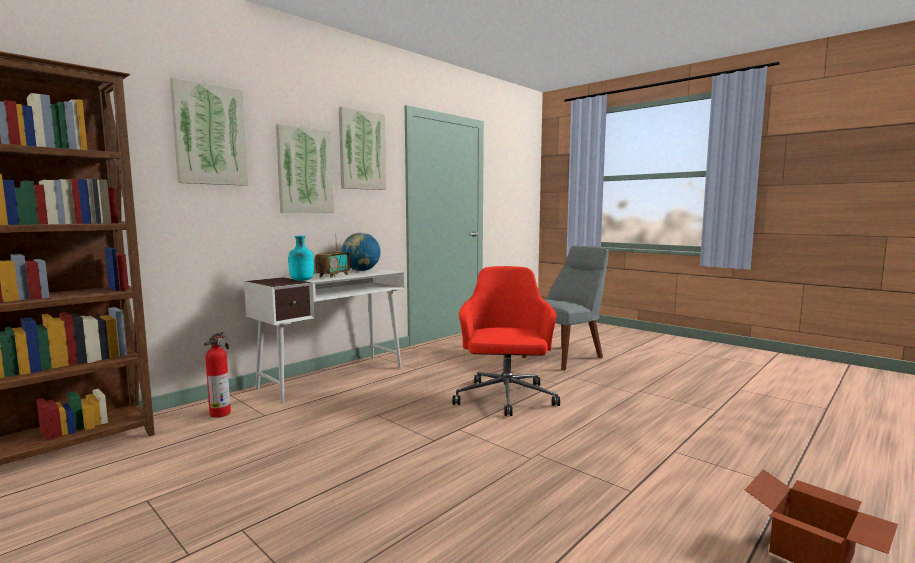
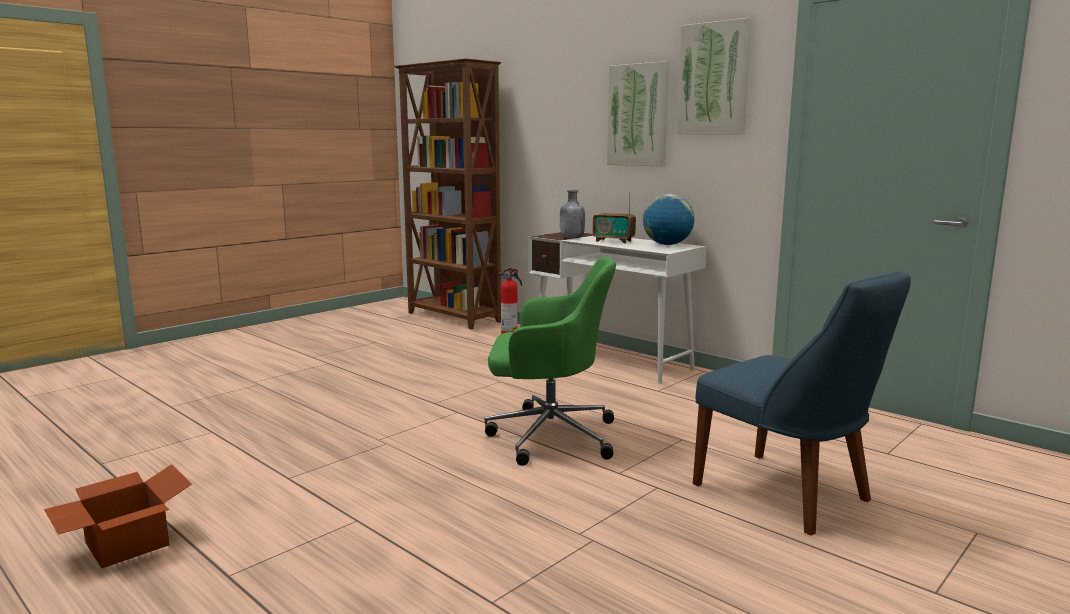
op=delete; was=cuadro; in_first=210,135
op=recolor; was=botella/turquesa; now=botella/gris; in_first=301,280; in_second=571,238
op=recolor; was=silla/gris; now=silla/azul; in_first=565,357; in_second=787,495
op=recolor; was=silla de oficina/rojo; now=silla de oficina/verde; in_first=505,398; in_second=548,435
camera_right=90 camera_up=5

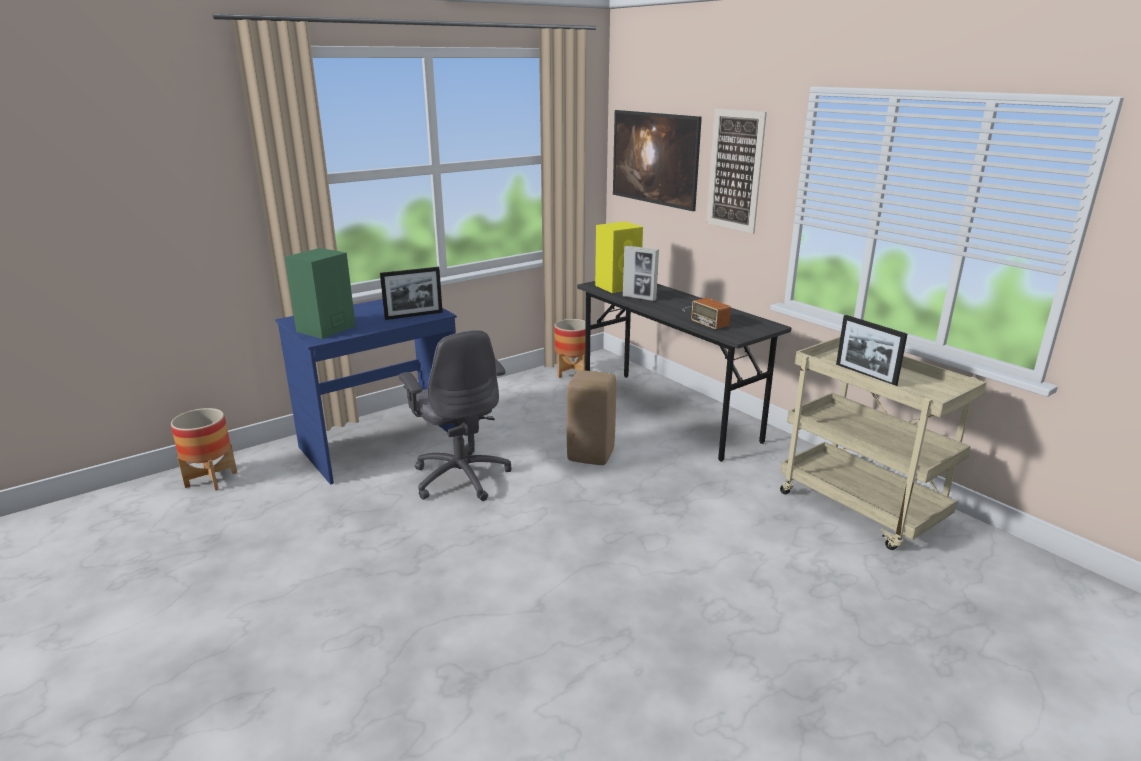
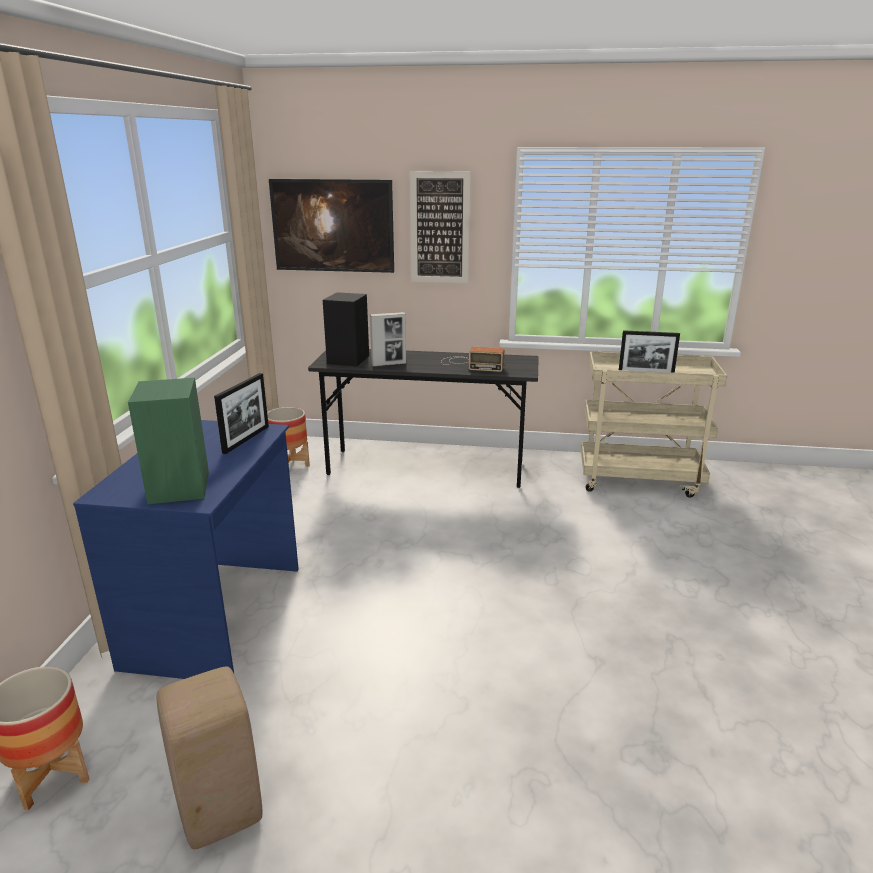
op=recolor; was=altavoz/amarillo; now=altavoz/negro; in_first=618,286; in_second=348,359
op=delete; was=silla de oficina/gris; in_first=461,477
op=move; was=taburete/beis; in_first=590,456; in_second=219,813
camera_right=-45 camera_up=0

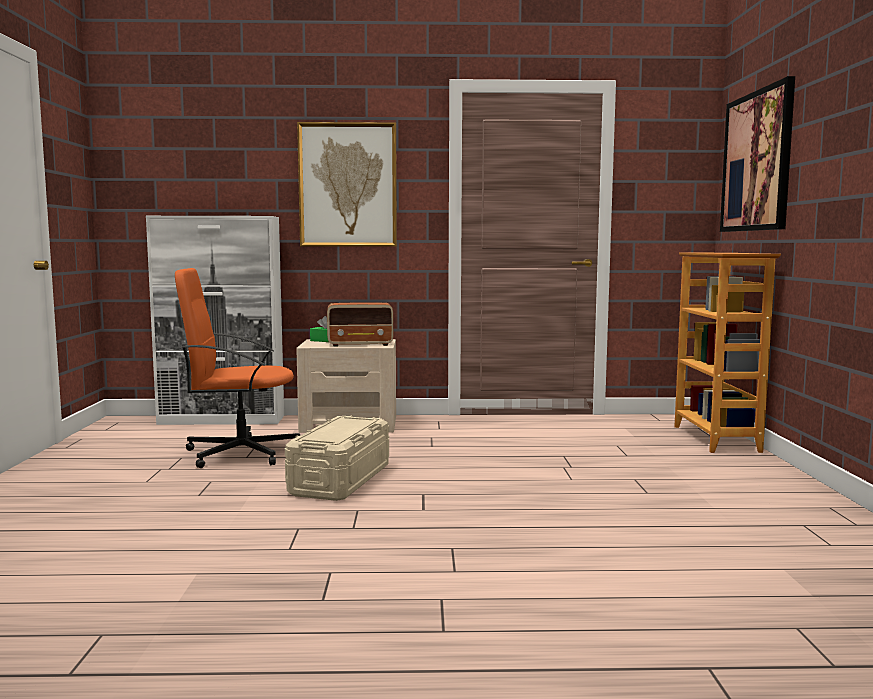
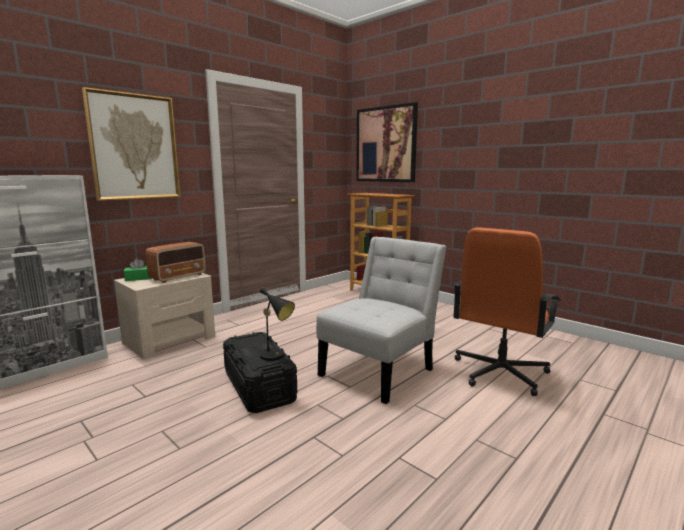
op=move; was=silla de oficina/naranja; in_first=239,453; in_second=499,373
op=recolor; was=caja de almacenaje/beis; now=caja de almacenaje/negro; in_first=341,480; in_second=259,386
op=insert; now=silla/blanco; in_second=380,370
op=insert; now=lámpara de mesa/negro; in_second=275,356
camera_right=-45 camera_up=5

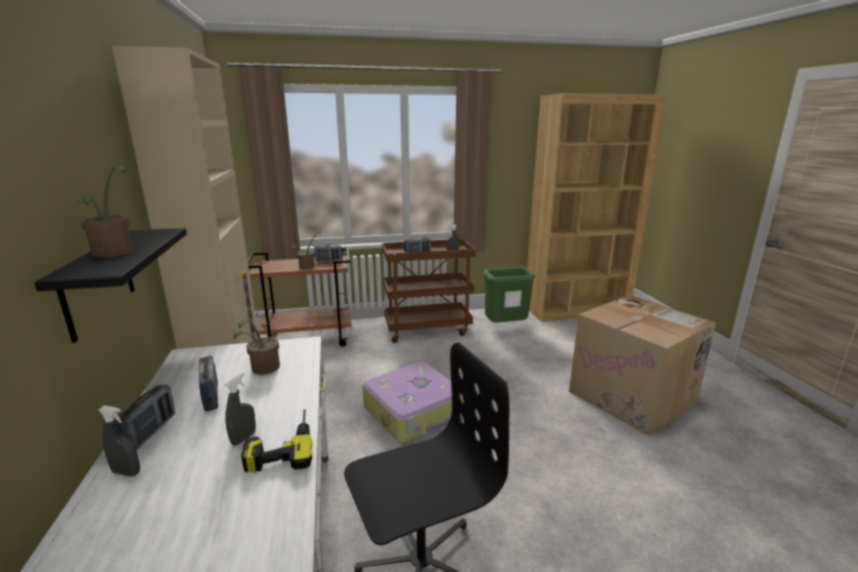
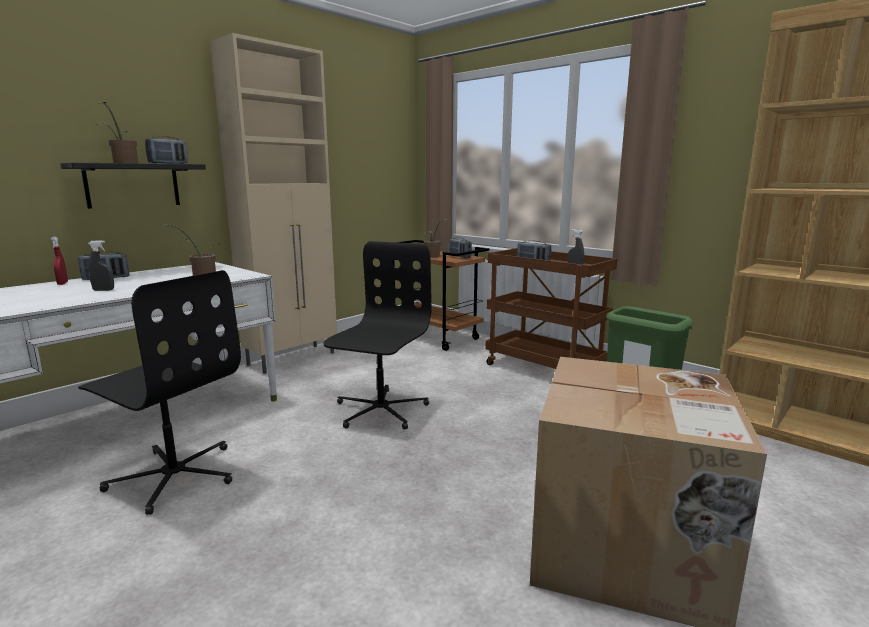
op=move; was=radio; in_first=211,396; in_second=168,163
op=replace; was=maleta; now=silla de oficina/negro; in_first=414,412; in_second=380,410
op=recolor; was=pulverizador/gris; now=pulverizador/rojo; in_first=126,472; in_second=62,283
op=delete; was=taladro; in_first=281,445
camera_right=55 camera_up=-5

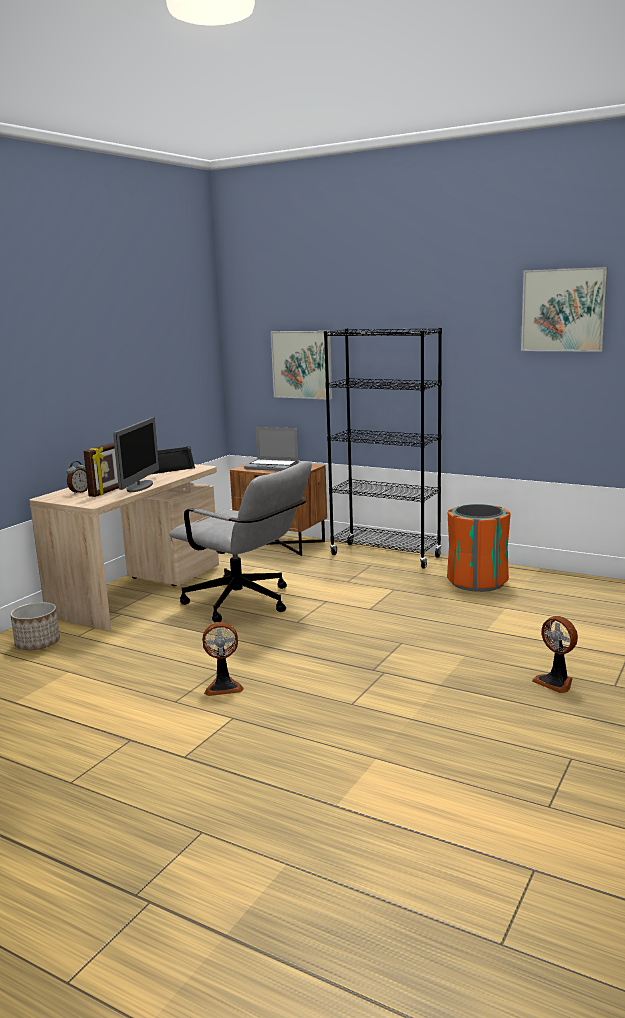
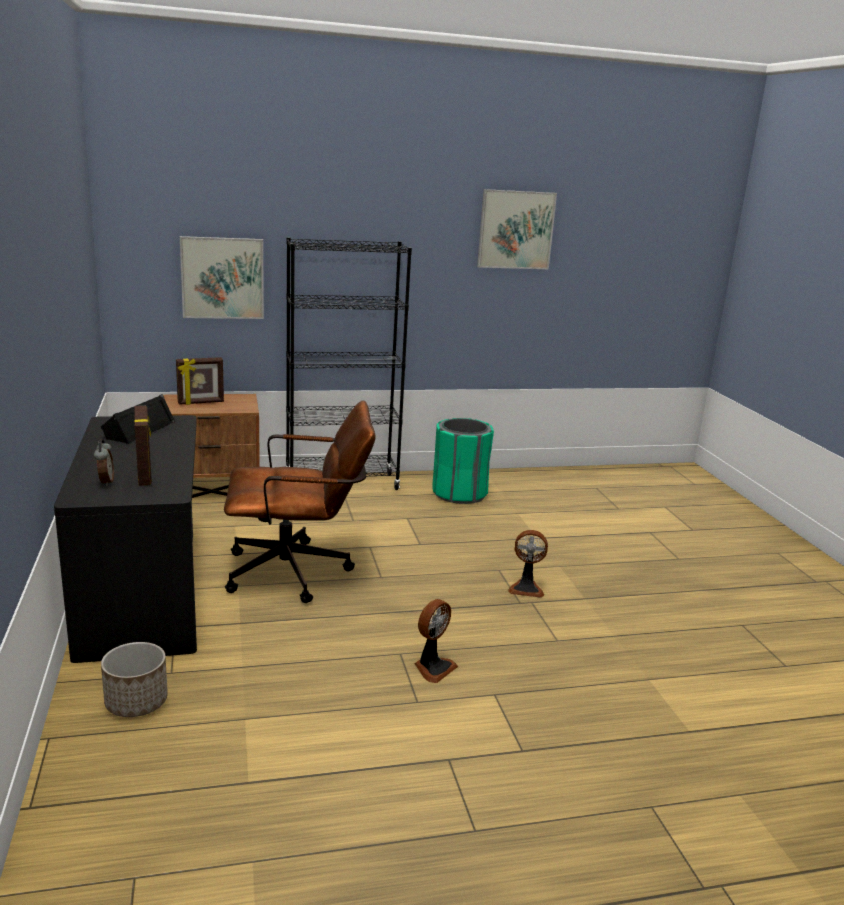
op=delete; was=monitor; in_first=140,486
op=replace; was=portátil; now=portarretratos; in_first=272,466; in_second=201,403
op=recolor; was=silla de oficina/gris; now=silla de oficina/marrón; in_first=246,604; in_second=299,572
op=recolor; was=escritorio/beis; now=escritorio/negro; in_first=139,590; in_second=143,591
op=recolor; was=papelera/naranja; now=papelera/verde; in_first=477,581; in_second=459,493
op=move; was=ventilador; in_first=556,682; in_second=526,588
camera_right=-45 camera_up=5

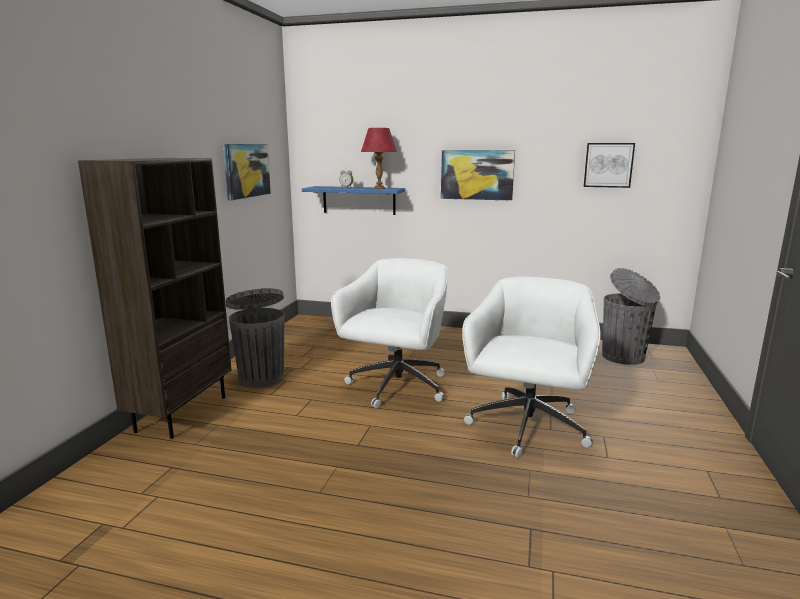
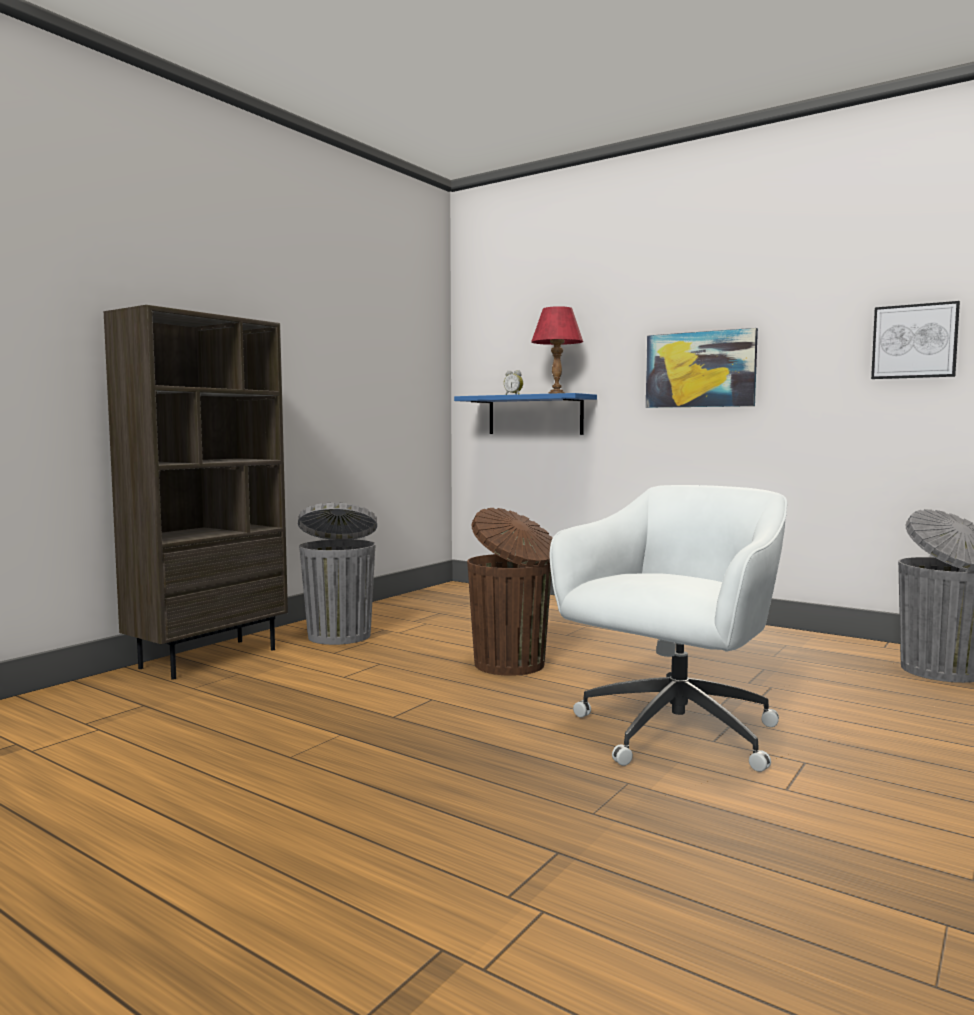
op=delete; was=cuadro; in_first=246,170
op=replace; was=silla de oficina/blanco; now=papelera/marrón; in_first=396,387; in_second=511,665
camera_right=20 camera_up=-10

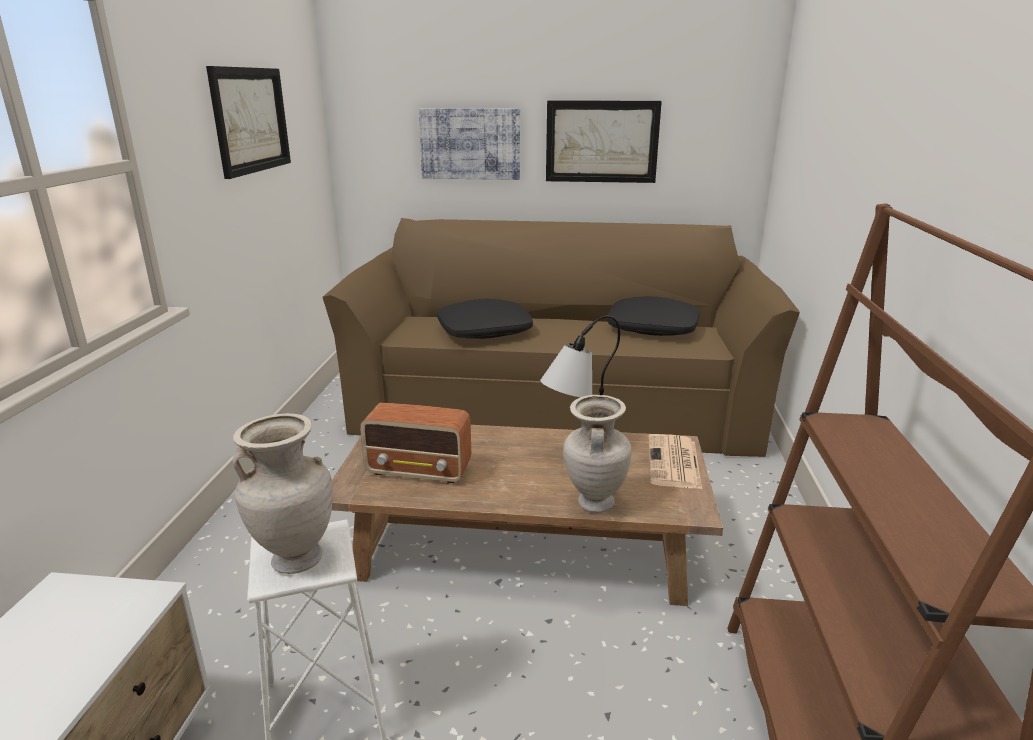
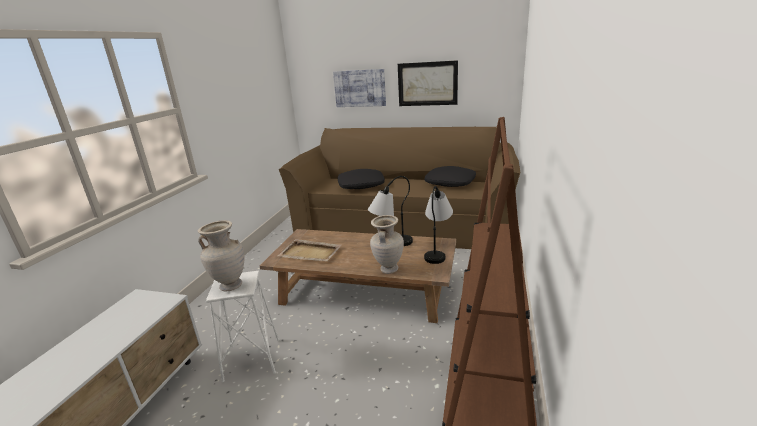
op=delete; was=cuadro; in_first=250,120
op=replace; was=radio; now=bandeja/beis; in_first=420,470; in_second=310,252
op=replace; was=periódico; now=lámpara de mesa; in_first=674,463; in_second=437,251
camera_right=10 camera_up=0

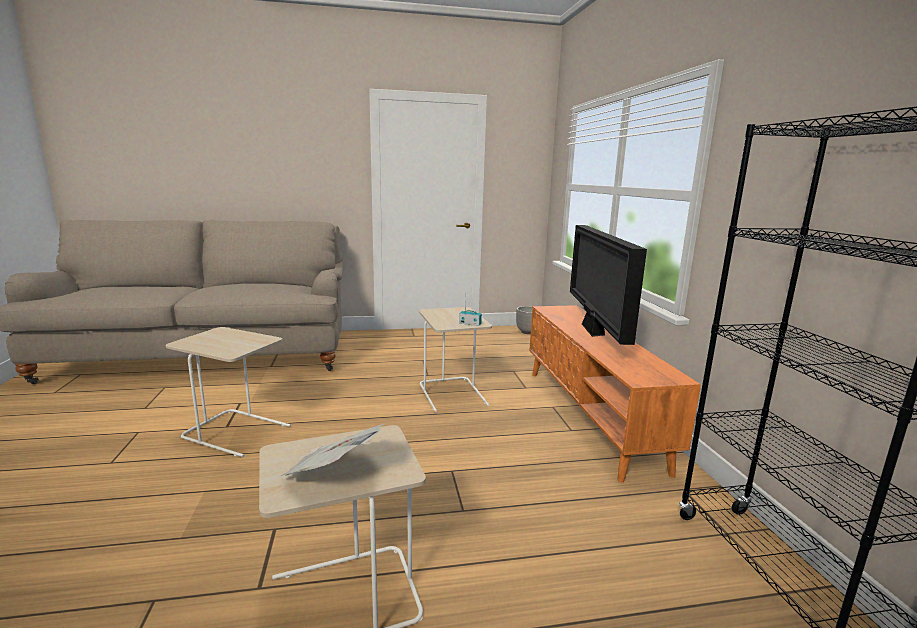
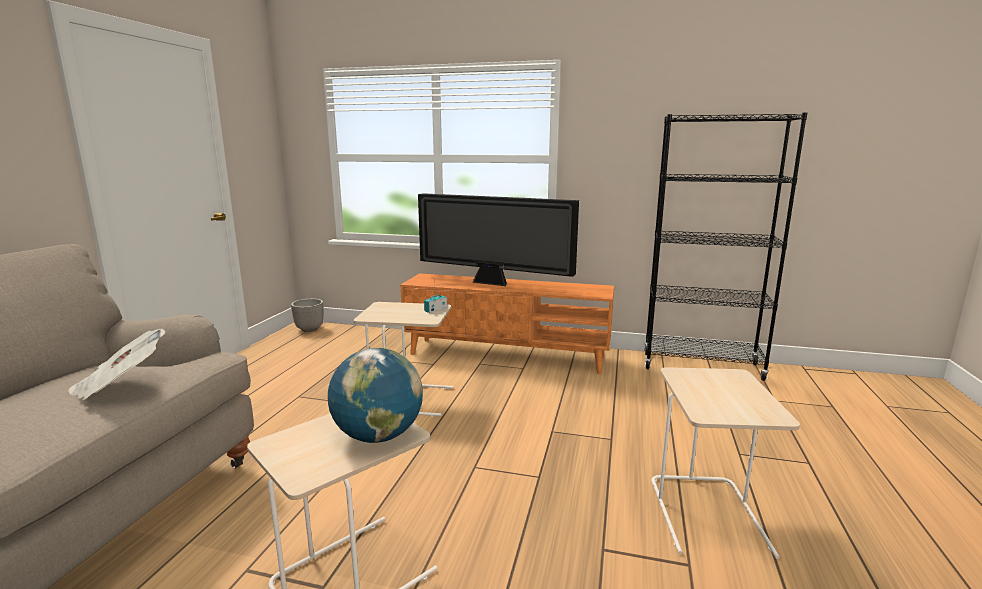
op=move; was=periódico; in_first=334,473; in_second=120,385
op=insert; now=globo terráqueo; in_second=378,435
camera_right=-65 camera_up=0

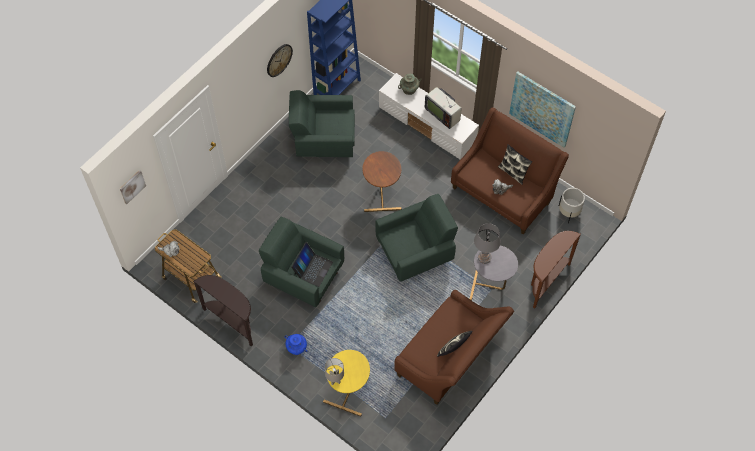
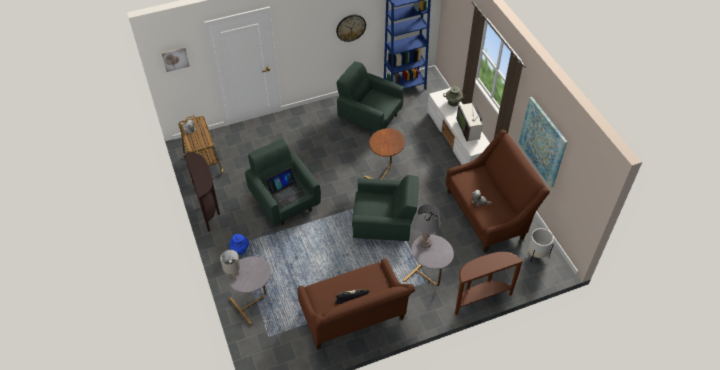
op=delete; was=cojín; in_first=513,172
op=recolor; was=mesa auxiliar/amarillo; now=mesa auxiliar/gris; in_first=349,393; in_second=254,302
camera_right=30 camera_up=-10

